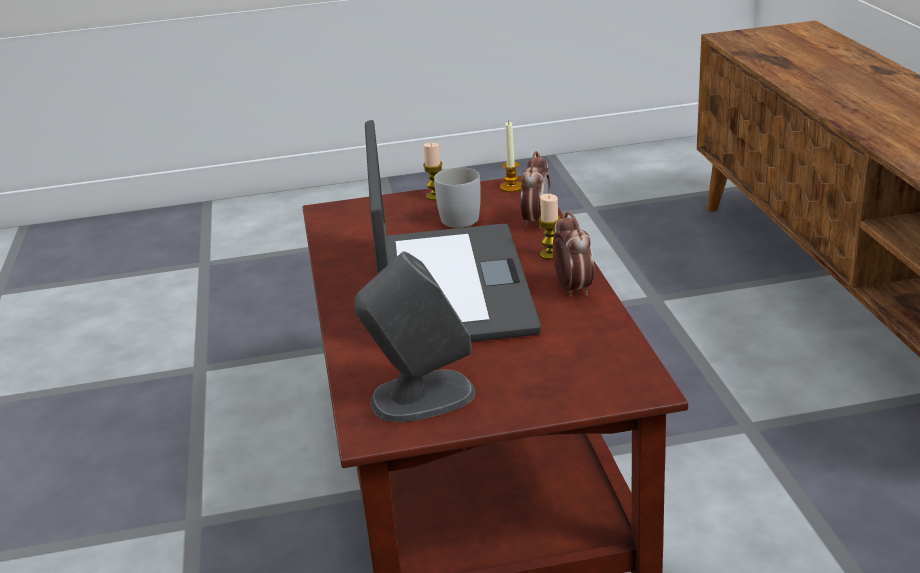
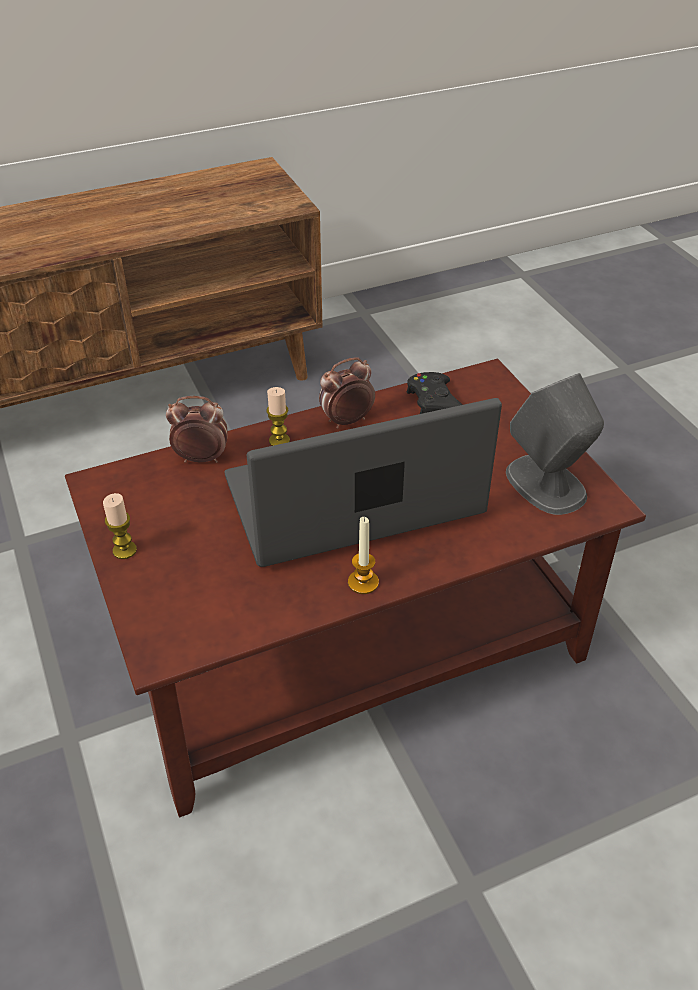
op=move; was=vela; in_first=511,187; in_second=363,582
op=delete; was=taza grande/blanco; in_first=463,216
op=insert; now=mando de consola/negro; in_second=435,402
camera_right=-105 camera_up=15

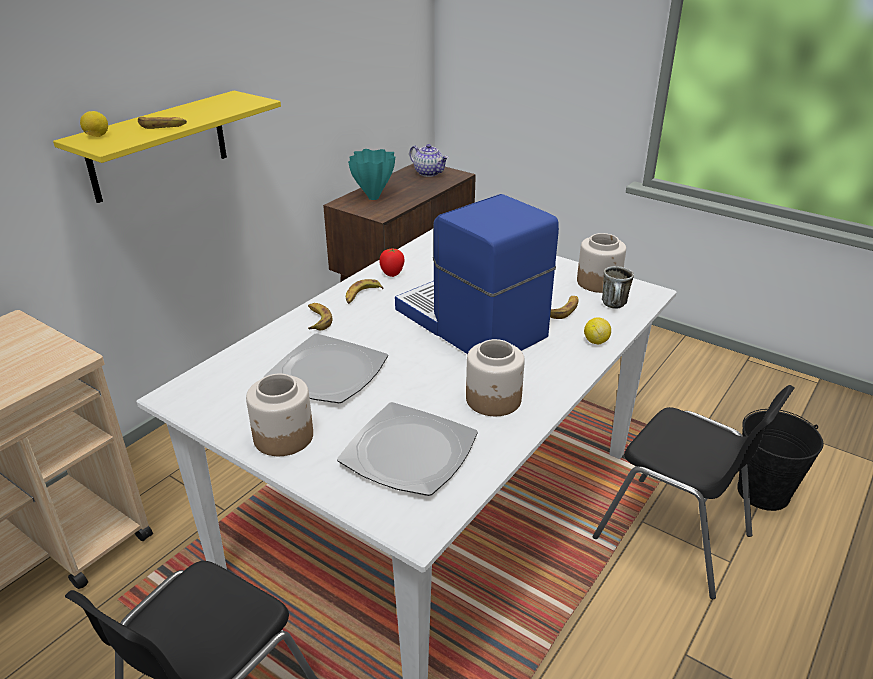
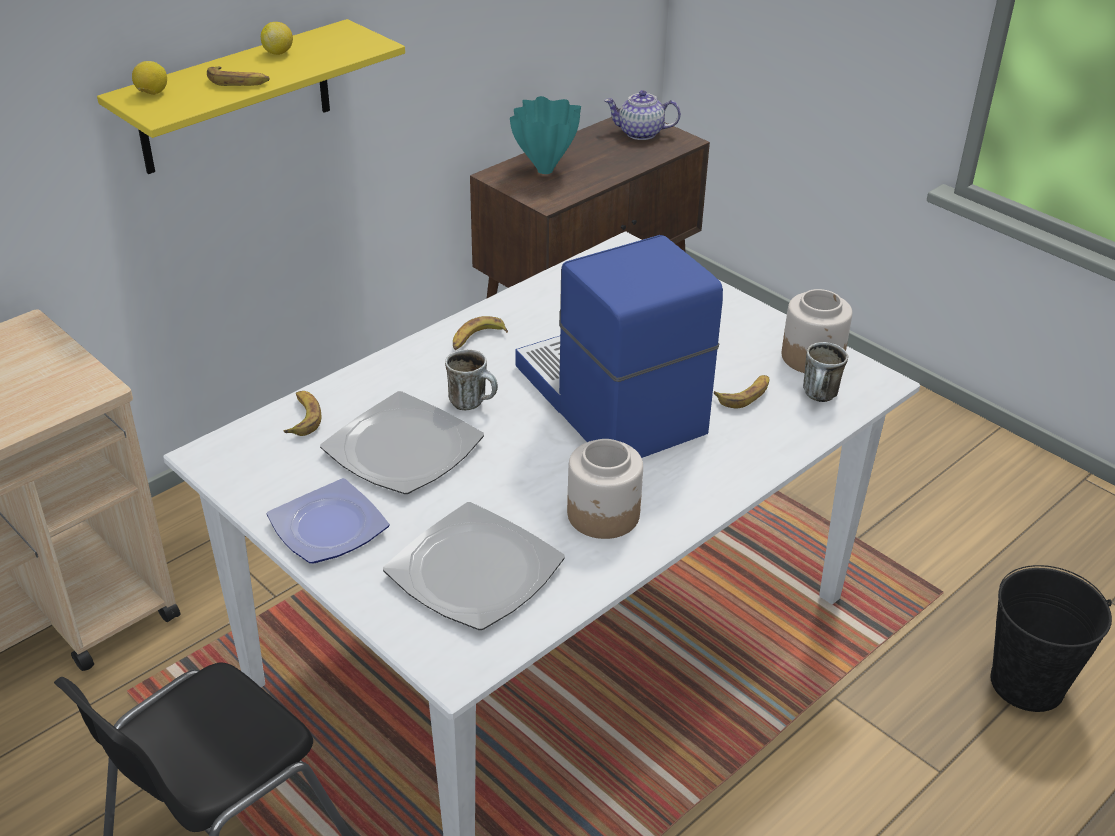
op=rotate; was=tetera; in_first=429,173; in_second=640,133; clockwise=135
op=delete; was=tomate; in_first=392,274
op=move; was=plátano; in_first=317,320; in_second=302,417
op=move; was=limón; in_first=596,341; in_second=278,53
op=replace; was=tarro; now=plato; in_first=283,437; in_second=328,529
op=delete; was=silla/negro; in_first=674,537
op=insert; now=taza grande; in_second=473,403
camera_right=10 camera_up=5

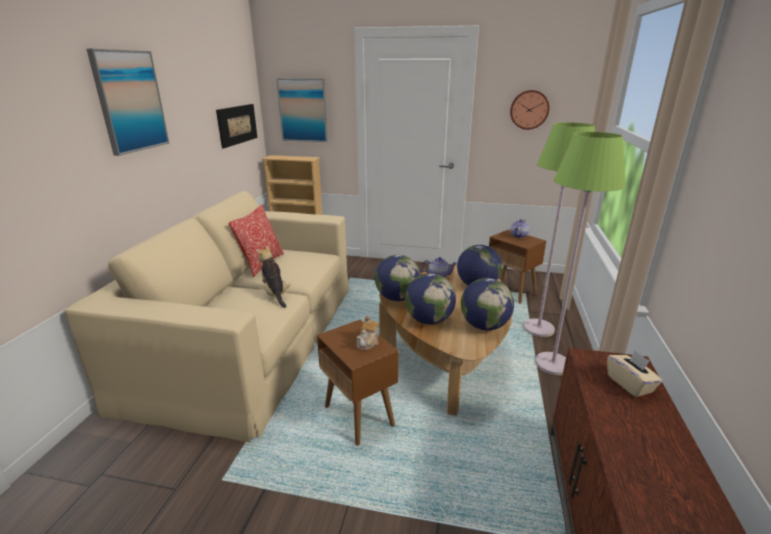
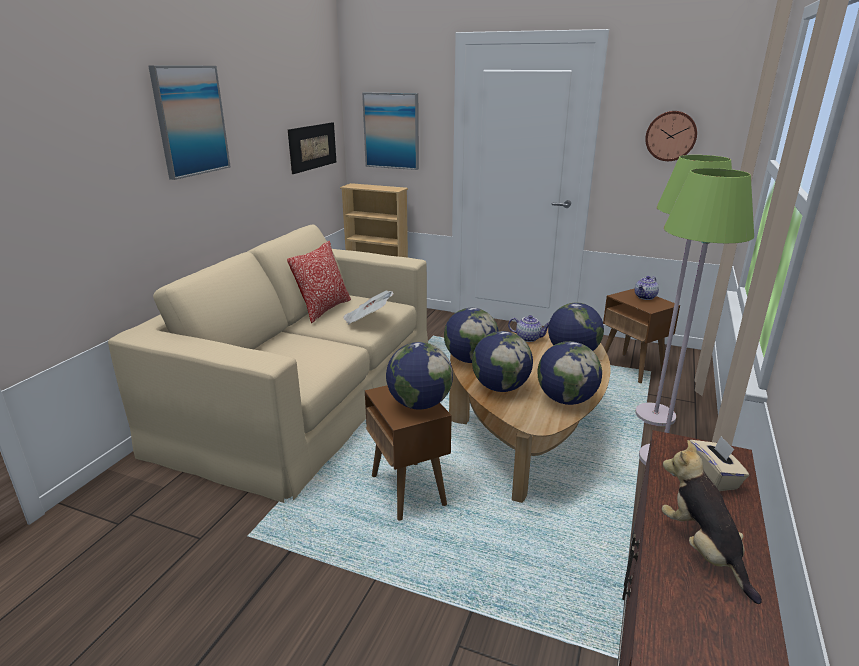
op=move; was=peluche; in_first=275,294; in_second=702,549
op=replace; was=tetera; now=globo terráqueo; in_first=368,343; in_second=419,404
op=insert; now=periódico; in_second=367,320
camera_right=10 camera_up=0

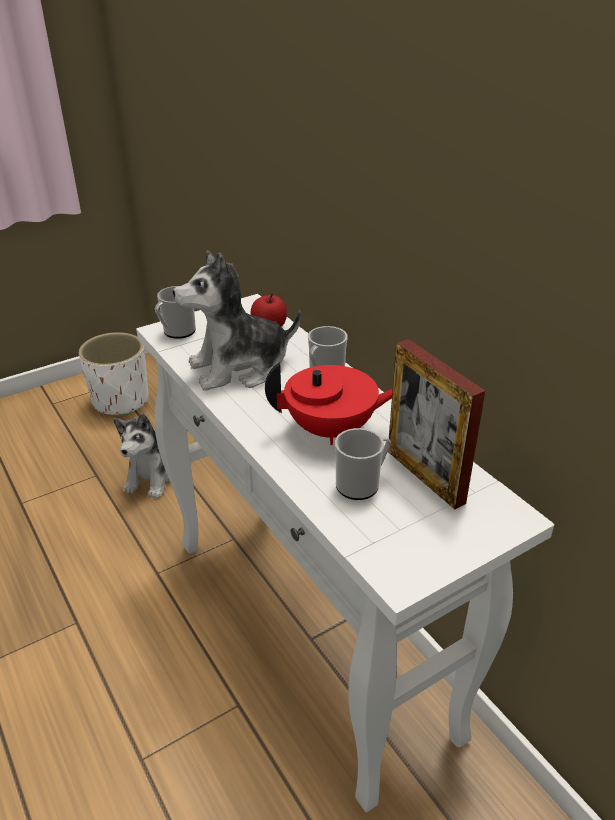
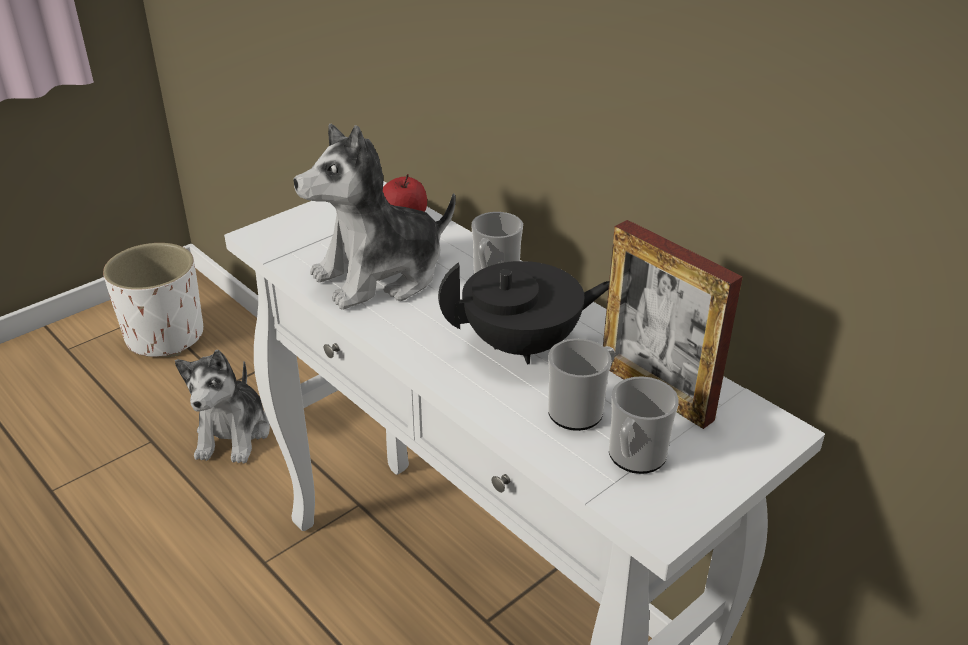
op=move; was=taza grande; in_first=176,332; in_second=634,458
op=recolor; was=tetera/rojo; now=tetera/negro; in_first=332,430; in_second=523,345
camera_right=-10 camera_up=0

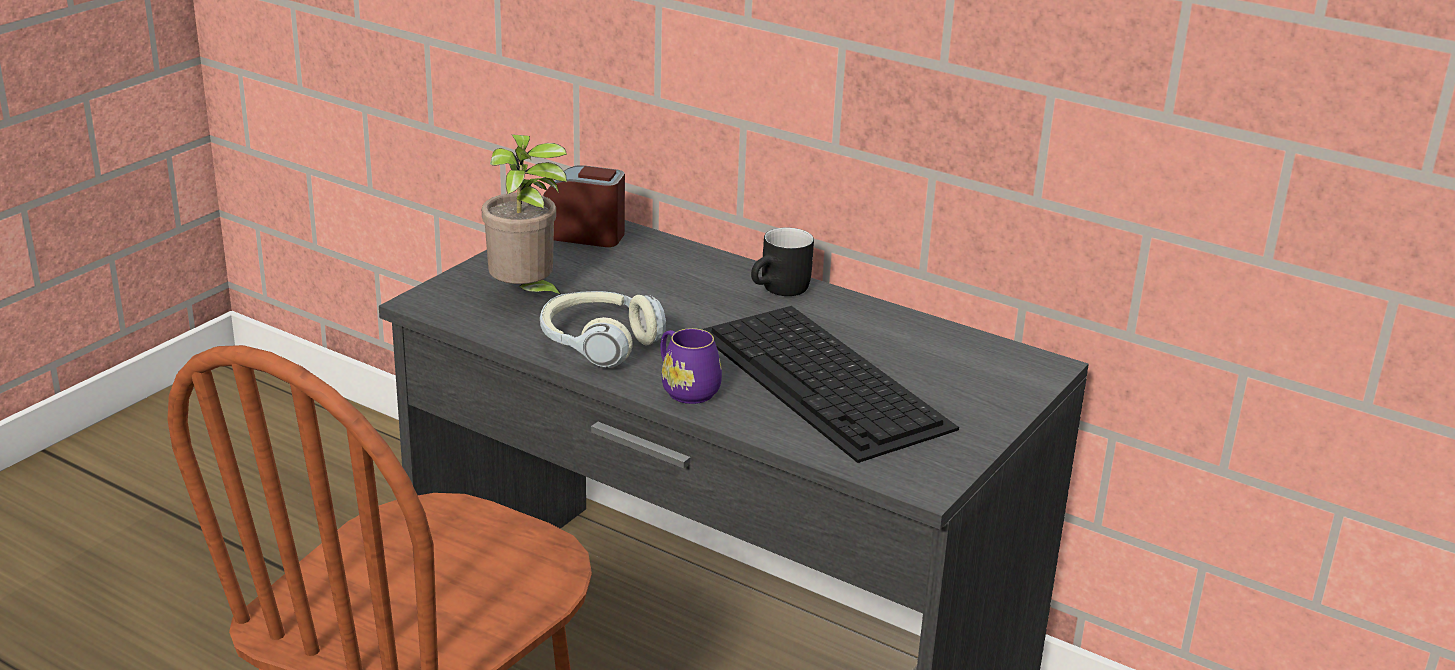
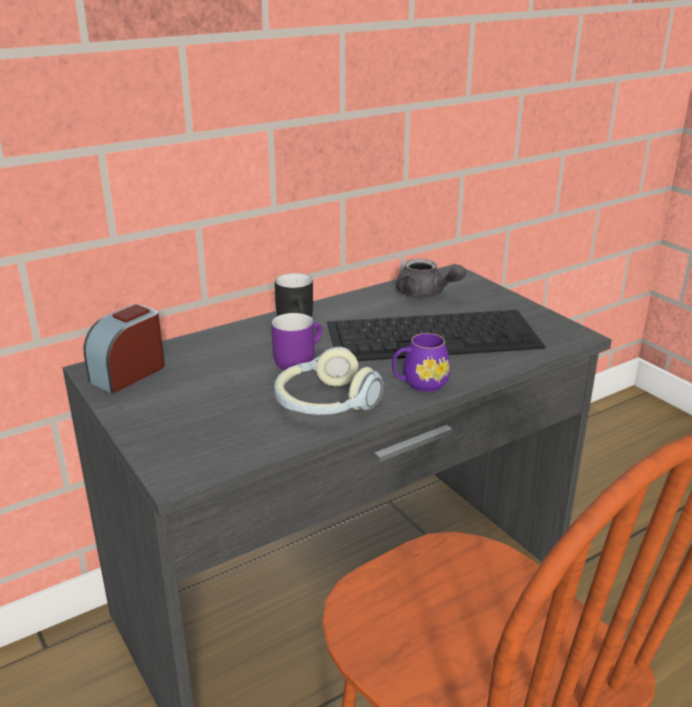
op=delete; was=planta en maceta; in_first=525,296
op=insert; now=tetera/gris; in_second=425,294
op=insert; now=taza grande/morado; in_second=297,359
camera_right=-65 camera_up=0

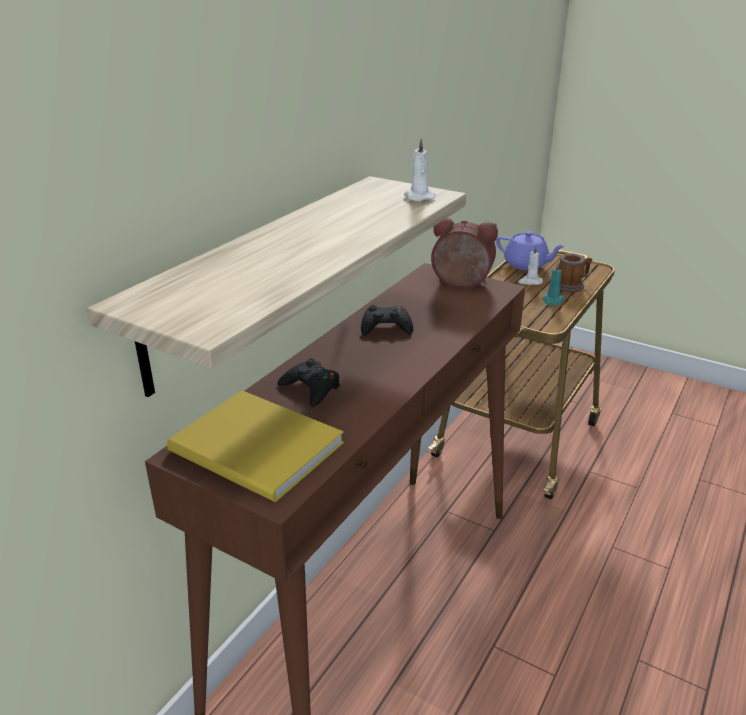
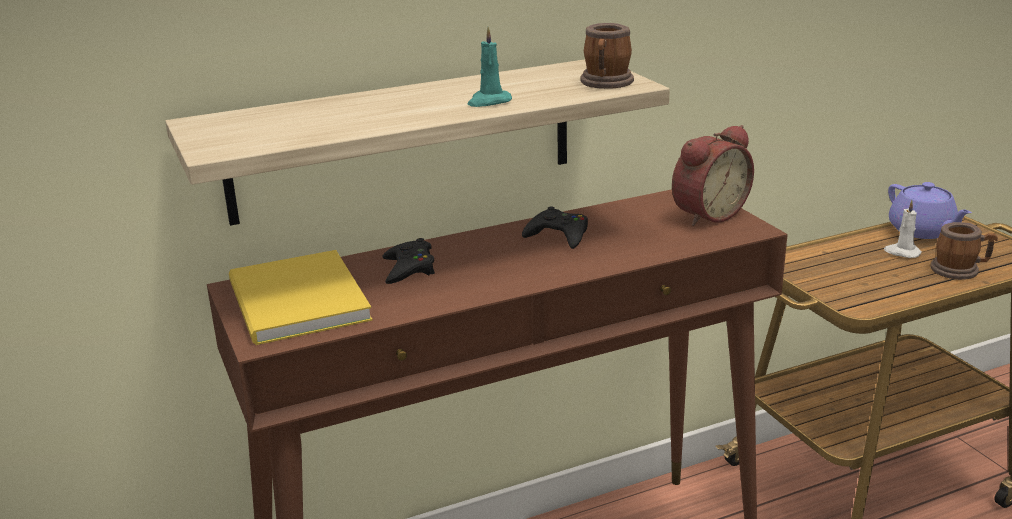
op=replace; was=vela/blanco; now=taza grande; in_first=418,197; in_second=606,83
op=rotate; was=despertador; in_first=461,284; in_second=706,214; clockwise=90
op=move; was=vela/turquesa; in_first=552,300; in_second=488,102
camera_right=35 camera_up=-5

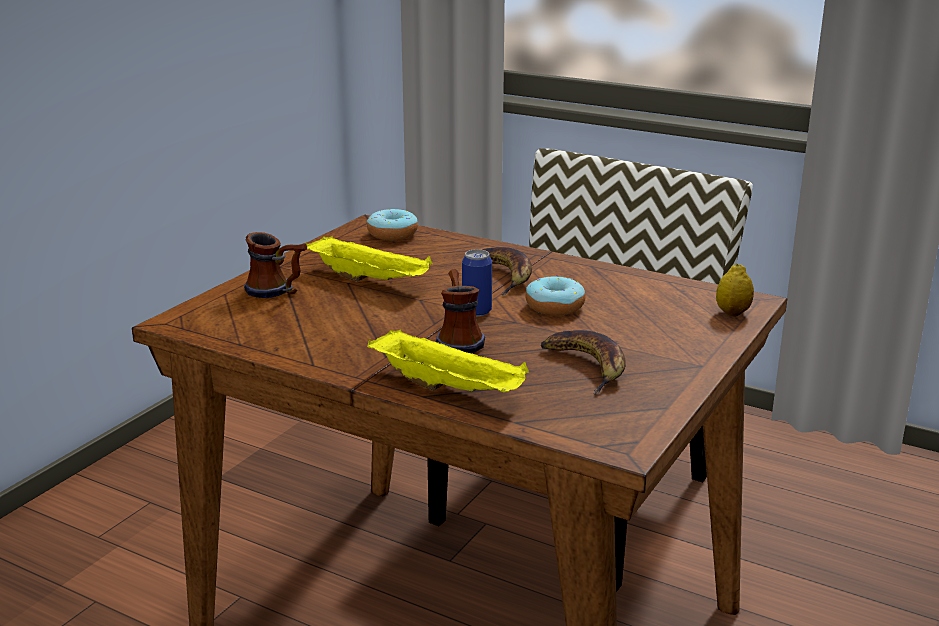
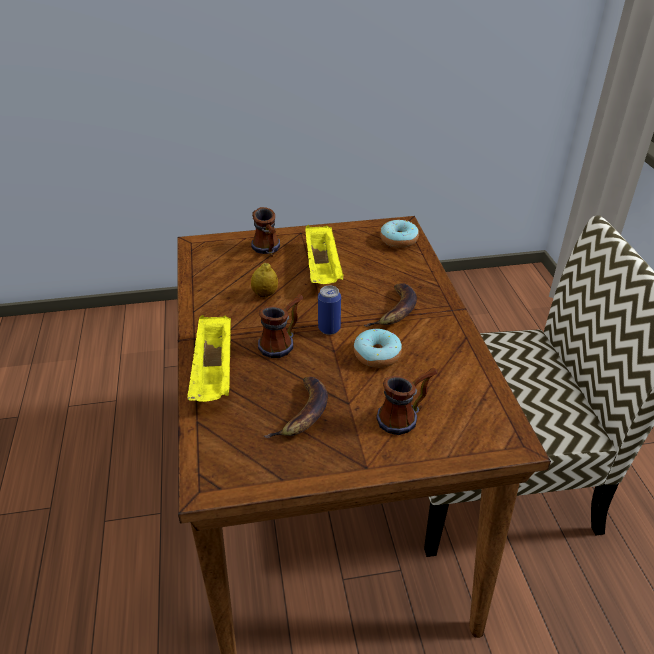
op=move; was=limón; in_first=732,313; in_second=265,294
op=insert; now=taza grande; in_second=405,416
camera_right=50 camera_up=15

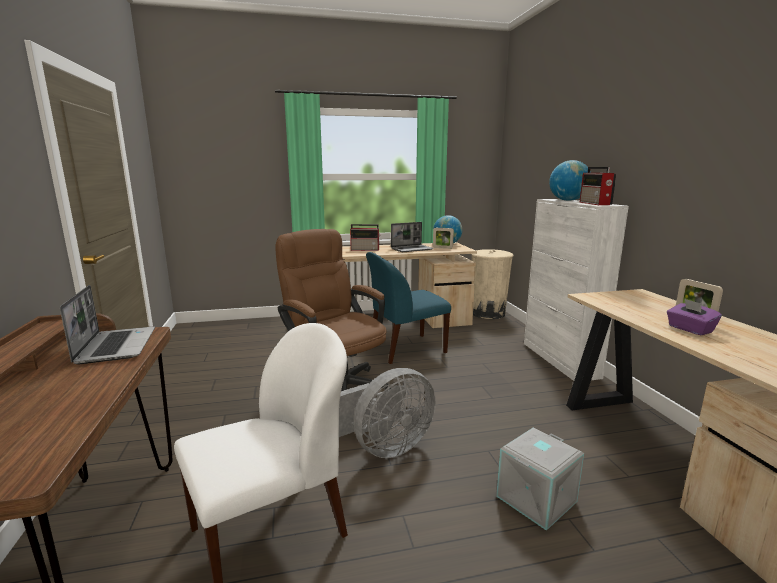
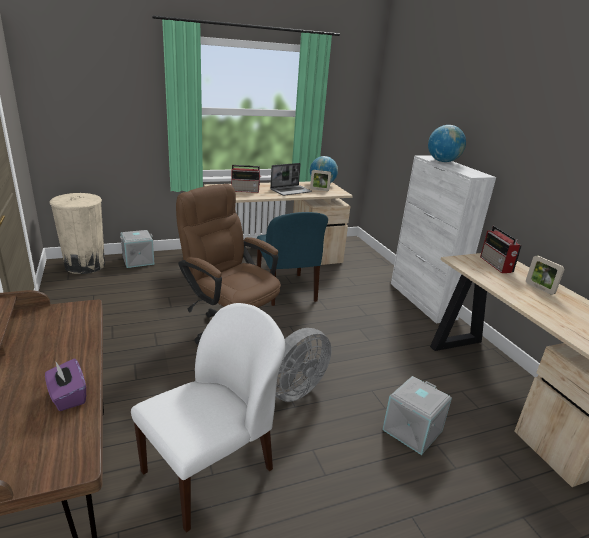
op=move; was=radio; in_first=595,203; in_second=496,265
op=move; was=papelera/beis; in_first=488,313; in_second=85,265
op=rotate; was=silla/azul; in_first=405,349; in_second=286,290; clockwise=-75
op=delete; was=portátil; in_first=116,346
op=move; was=caja de pañuelos/morado; in_first=689,329; in_second=67,396
op=insert; now=caja de almacenaje/gris; in_second=138,260
camera_right=-10 camera_up=10

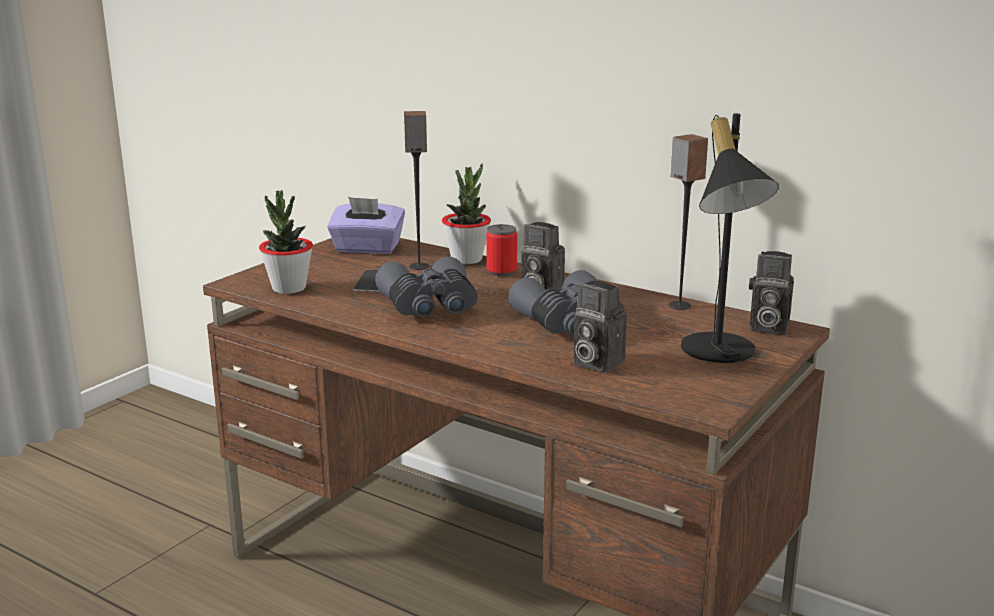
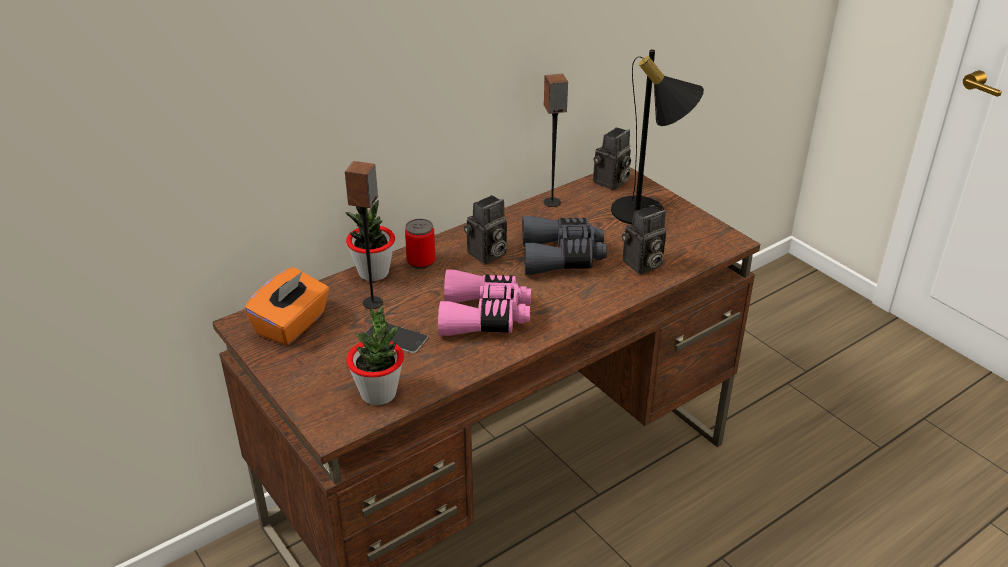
op=recolor; was=caja de pañuelos/morado; now=caja de pañuelos/naranja; in_first=367,249; in_second=292,325
op=recolor; was=prismáticos/gris; now=prismáticos/rosa; in_first=430,307; in_second=485,316
camera_right=-70 camera_up=15

